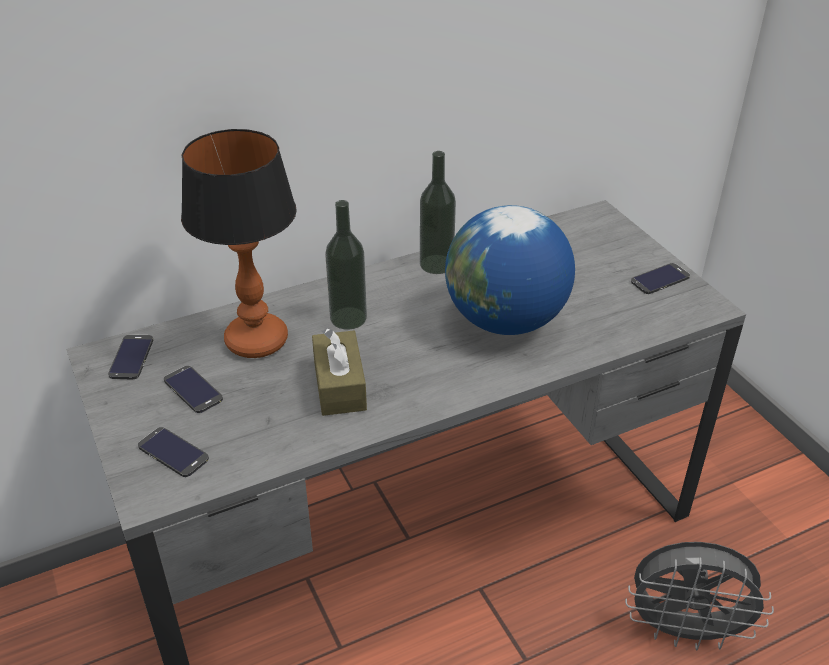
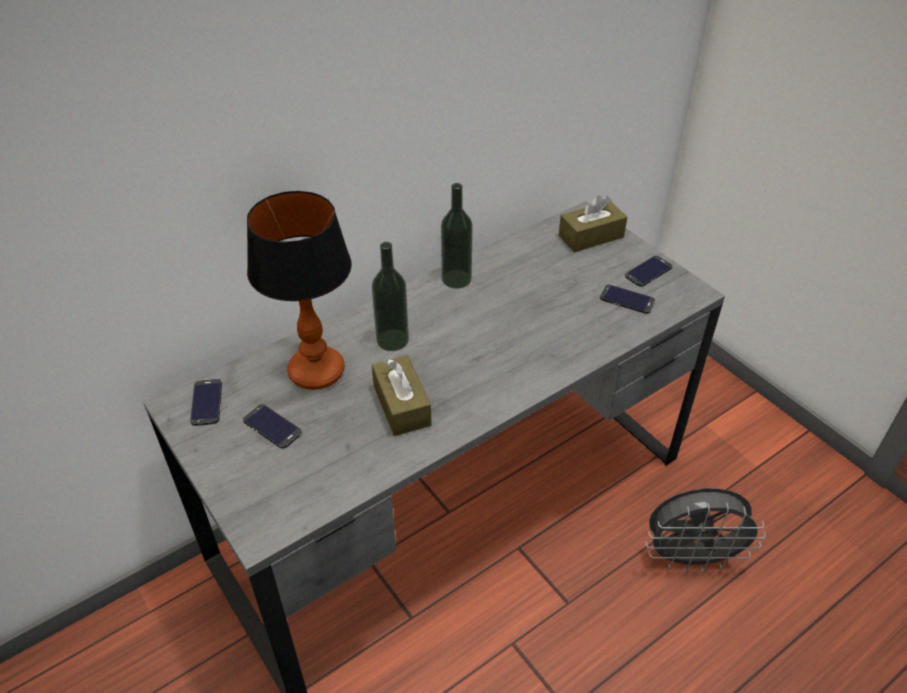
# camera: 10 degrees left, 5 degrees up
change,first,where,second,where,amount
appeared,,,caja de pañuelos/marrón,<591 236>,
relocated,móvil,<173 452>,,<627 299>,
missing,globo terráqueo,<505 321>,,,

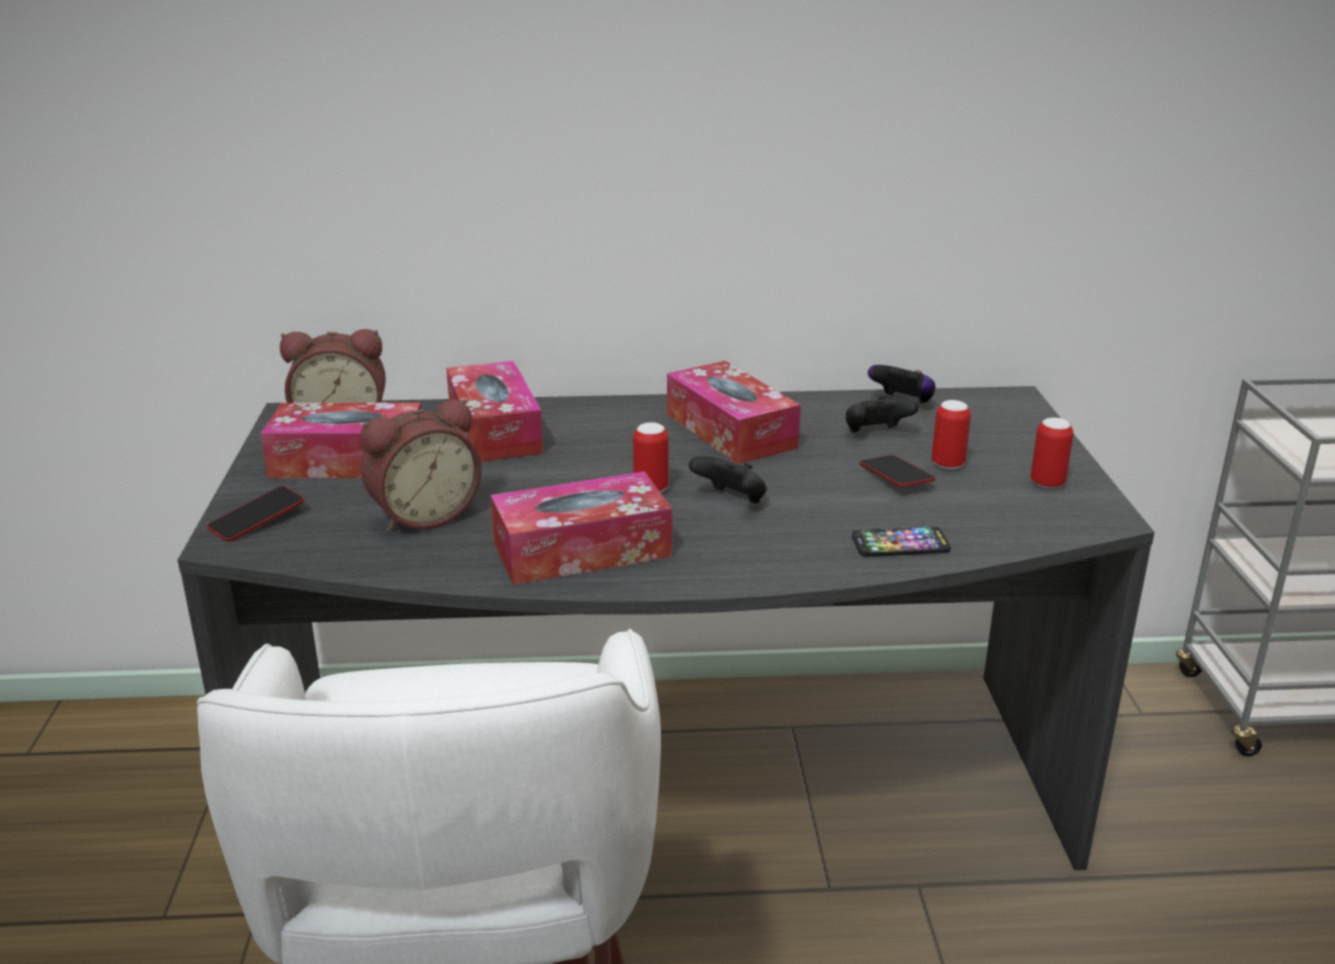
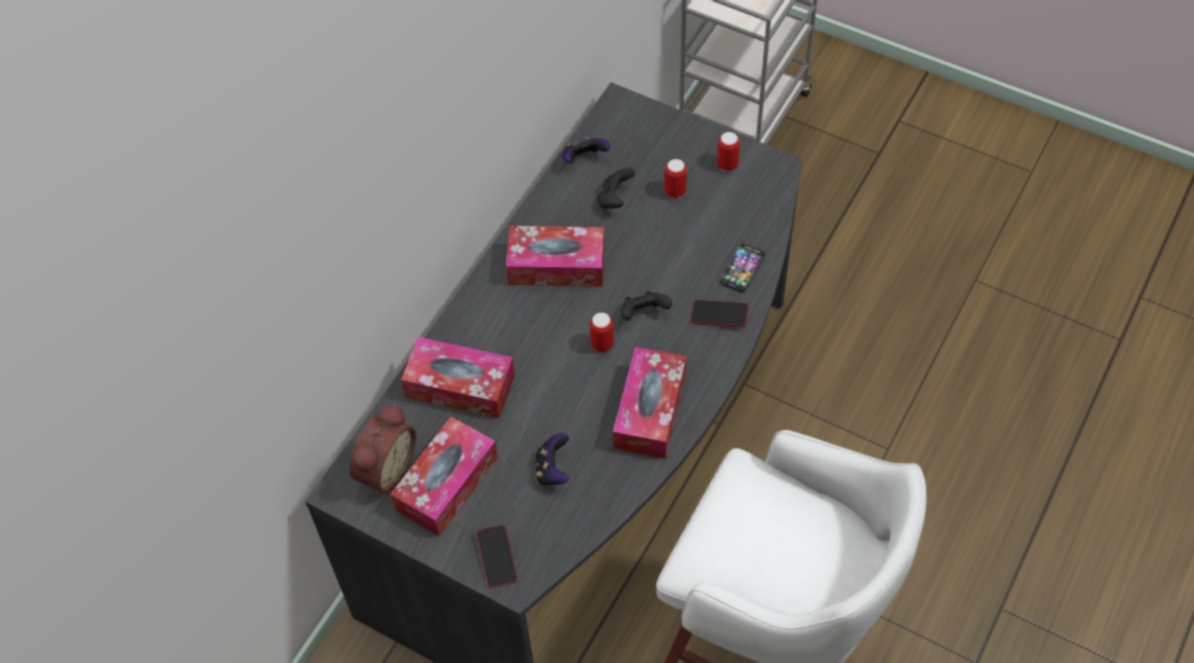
# camera: 55 degrees left, 30 degrees up
change,first,where,second,where,amount
exchanged,despertador,<423 515>,mando de consola,<553 470>,
relocated,móvil,<895 477>,,<719 315>,

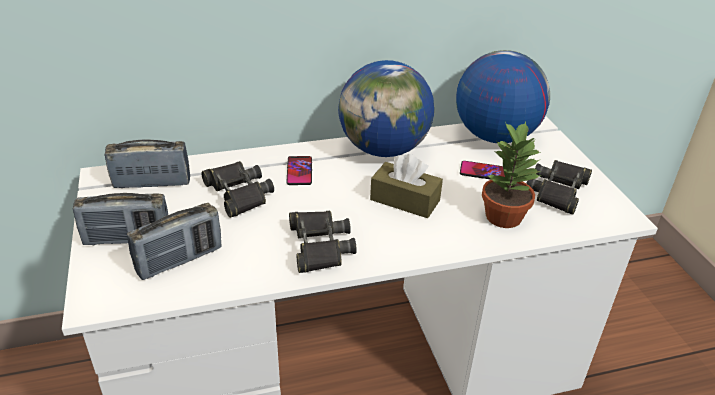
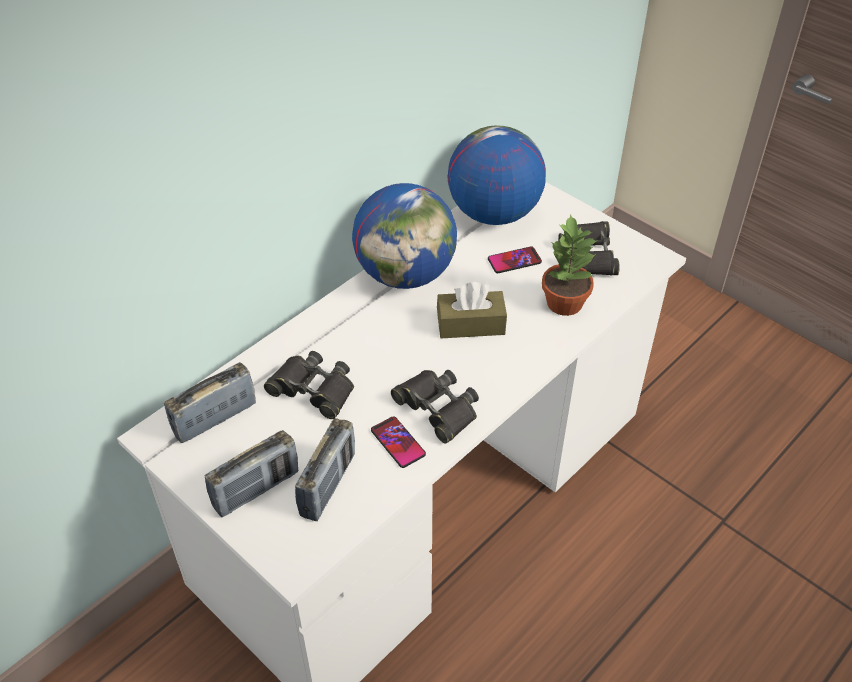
# camera: 30 degrees left, 10 degrees up
change,first,where,second,where,amount
relocated,móvil,<299 171>,,<398 442>,

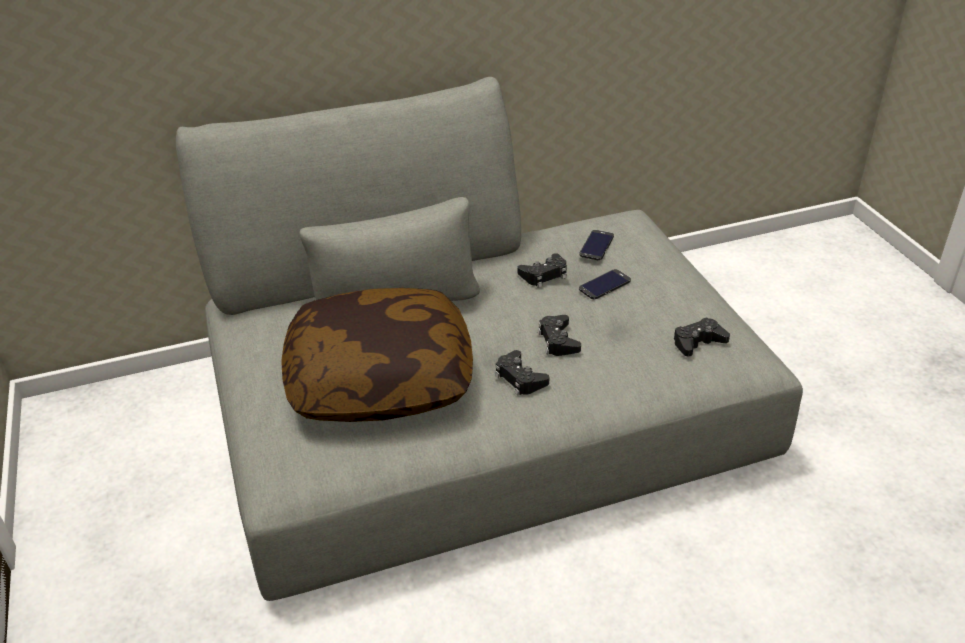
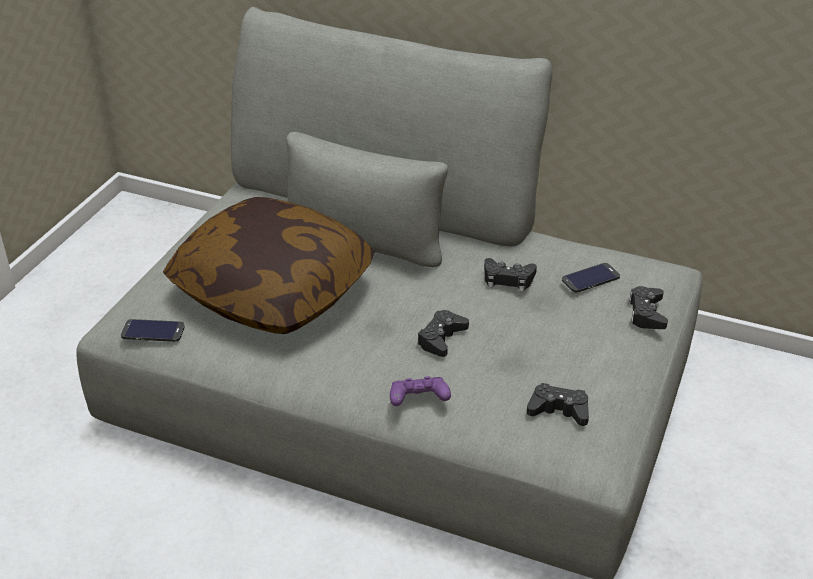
# camera: 40 degrees right, 0 degrees up
change,first,where,second,where,amount
relocated,móvil,<605 285>,,<153 331>,
appeared,,,mando de consola/morado,<418 401>,
relocated,mando de consola/negro,<520 378>,,<646 313>,

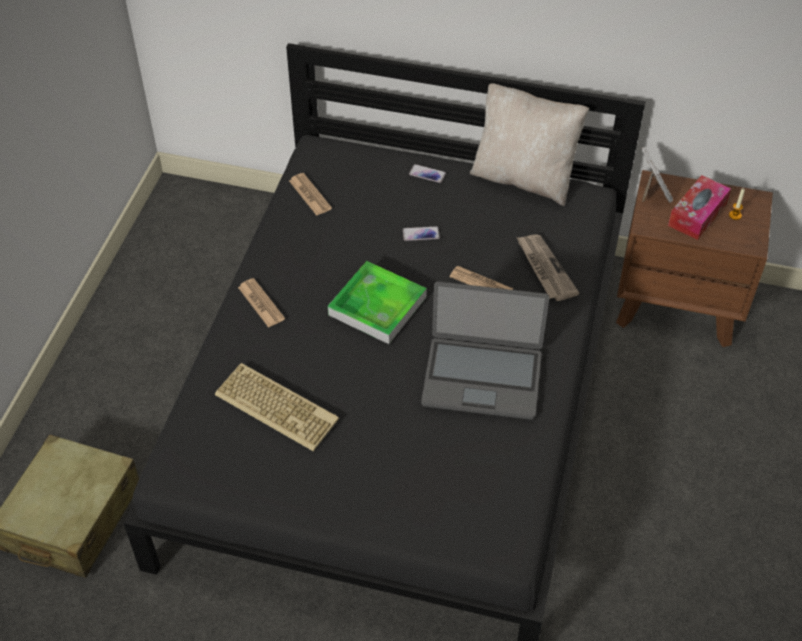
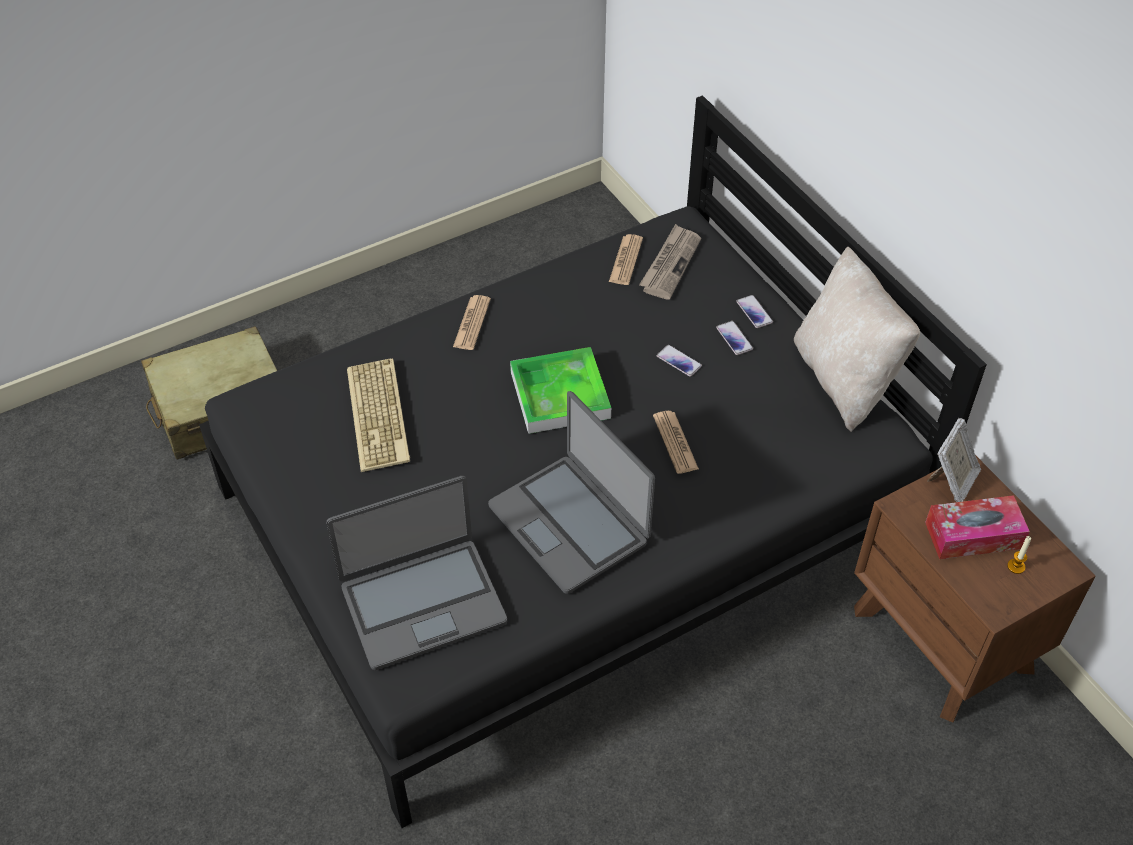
# camera: 45 degrees right, 0 degrees up
change,first,where,second,where,amount
appeared,,,portátil,<422 603>,
relocated,periódico,<544 269>,,<670 264>,
appeared,,,móvil,<734 338>,

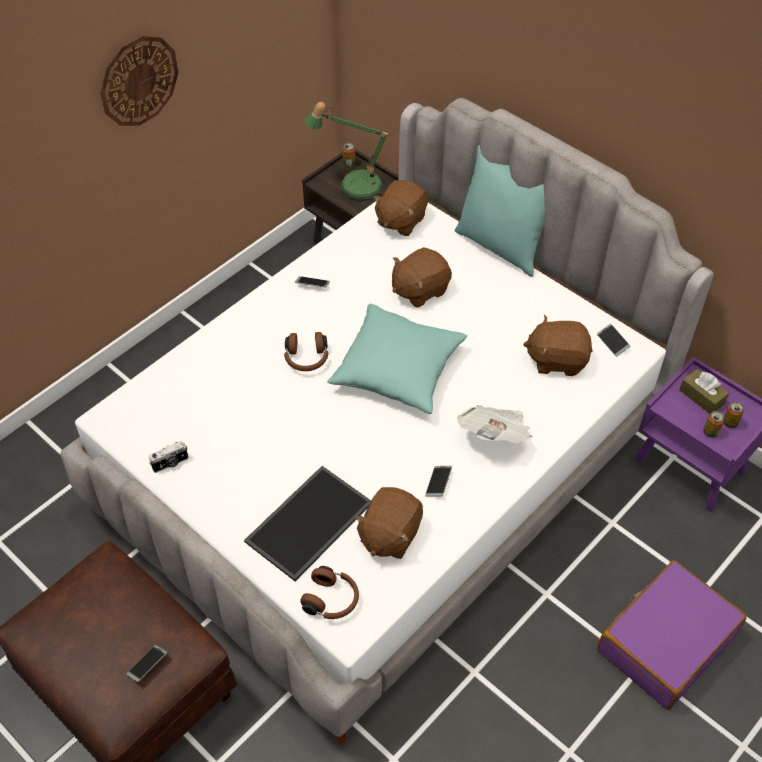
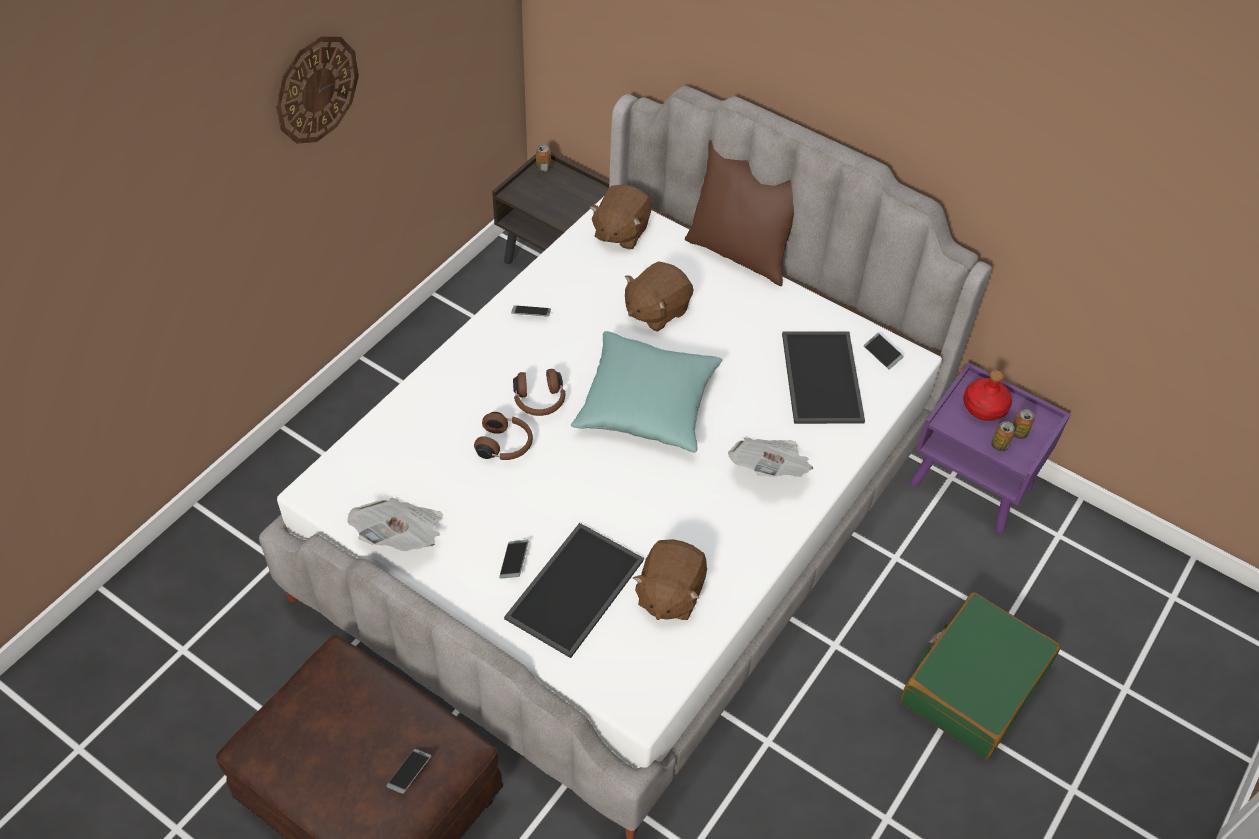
# camera: 10 degrees left, 0 degrees up
change,first,where,second,where,amount
exchanged,cámara,<171 463>,periódico,<401 537>,
relocated,auriculares/marrón,<332 600>,,<505 445>,
relocated,móvil,<438 483>,,<514 561>,
colour,cojín/turquesa,<501 246>,cojín/marrón,<740 253>,
exchanged,peluche/marrón,<557 359>,bandeja,<824 378>,
colour,maleta/morado,<665 641>,maleta/verde,<973 684>,
exchanged,caja de pañuelos/marrón,<701 397>,botella/rojo,<983 407>,
missing,lámpara de mesa,<353 185>,,,

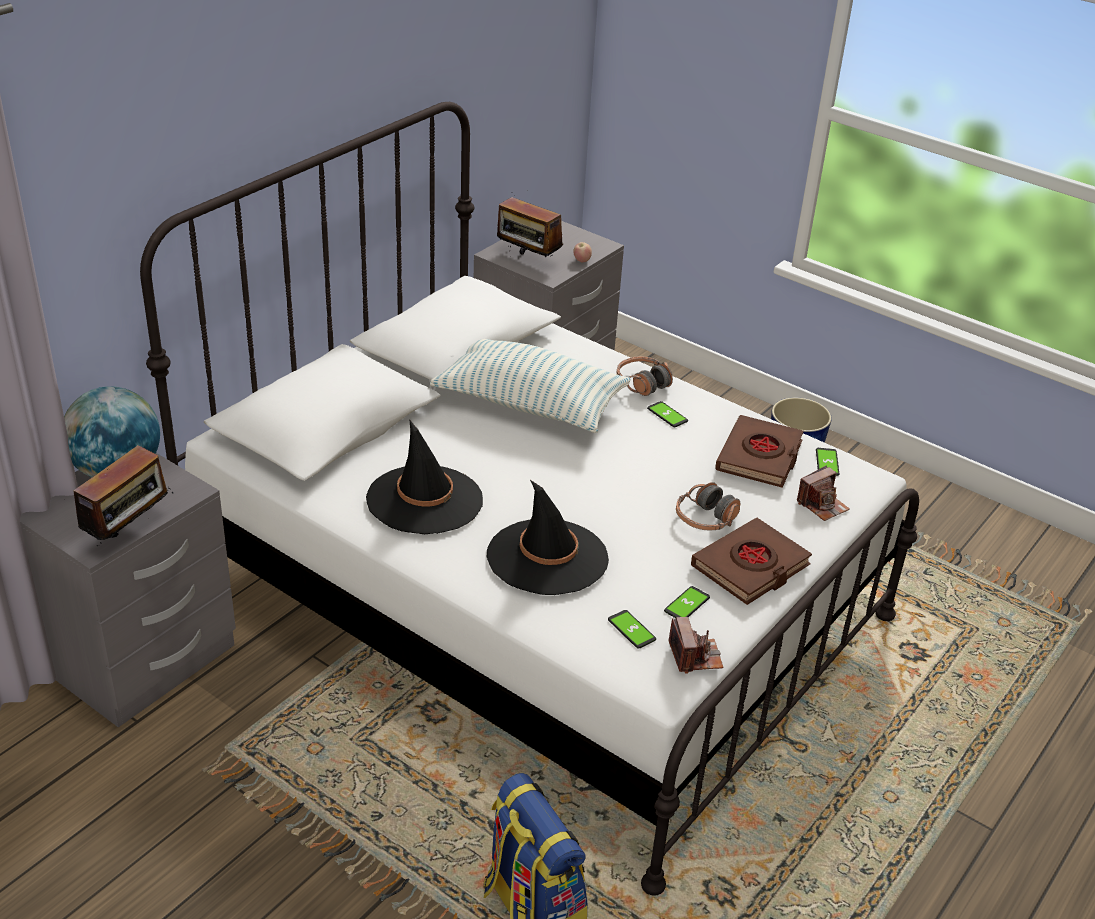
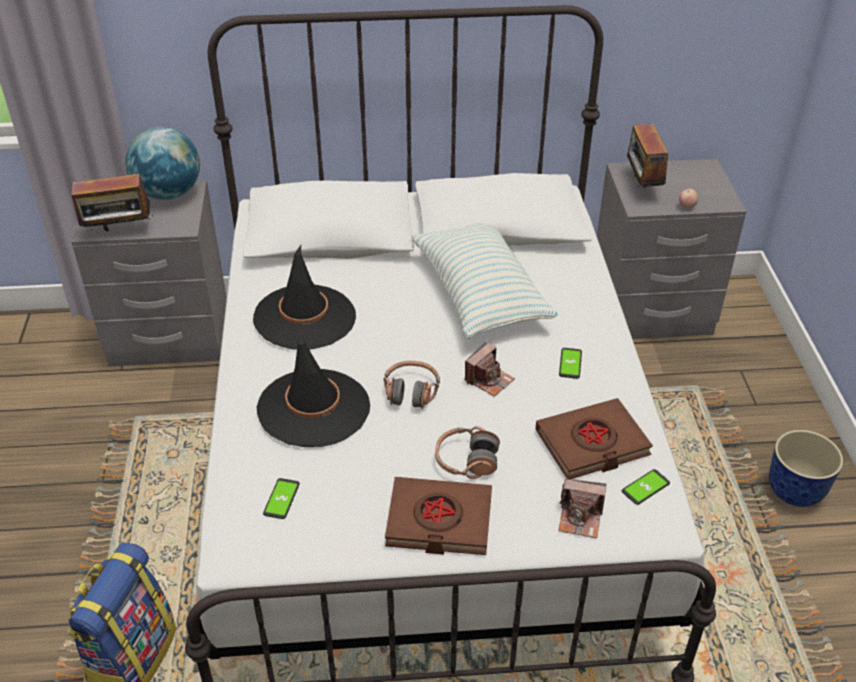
# camera: 50 degrees right, 5 degrees up
change,first,where,second,where,amount
relocated,auriculares,<642 383>,,<411 392>,
relocated,cámara,<695 656>,,<489 380>,
missing,móvil,<687 604>,,,

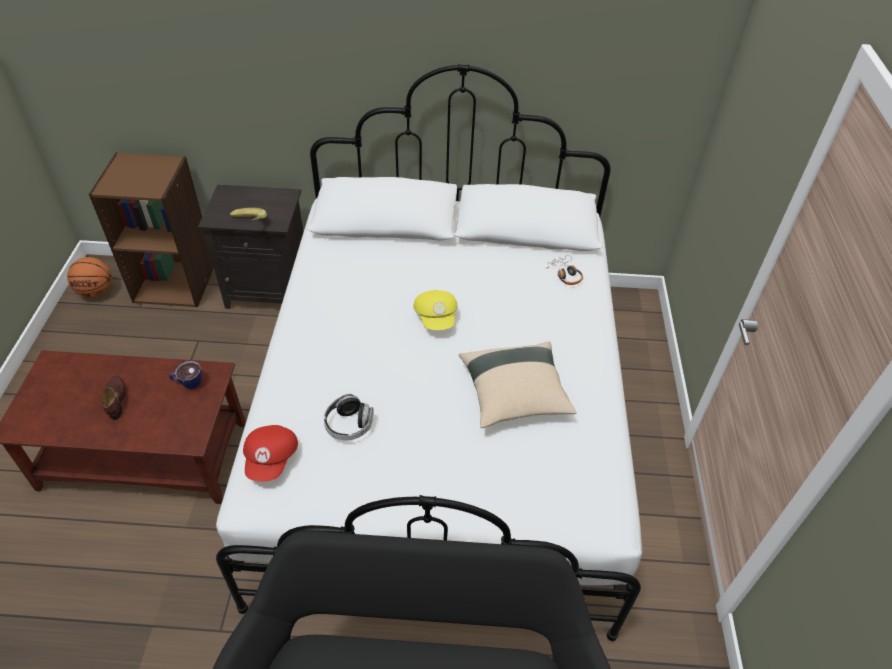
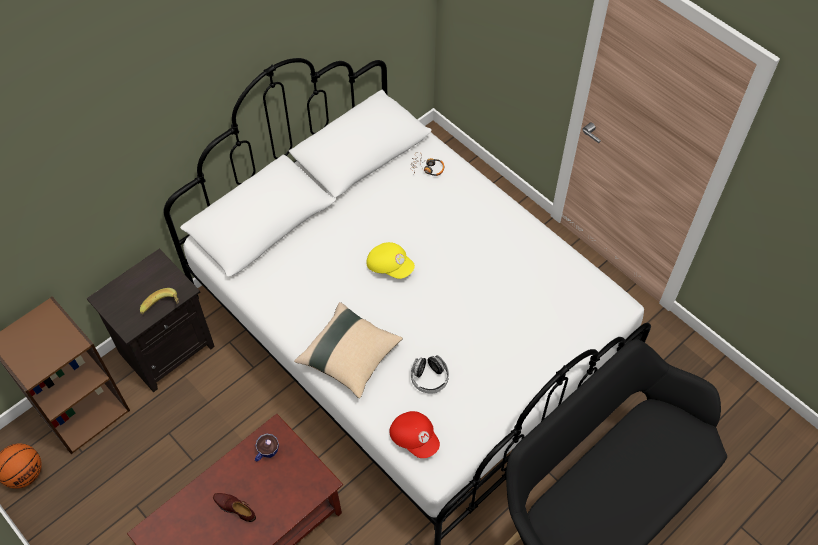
# camera: 45 degrees left, 10 degrees up
change,first,where,second,where,amount
relocated,cojín/beis,<514 395>,,<349 357>,

